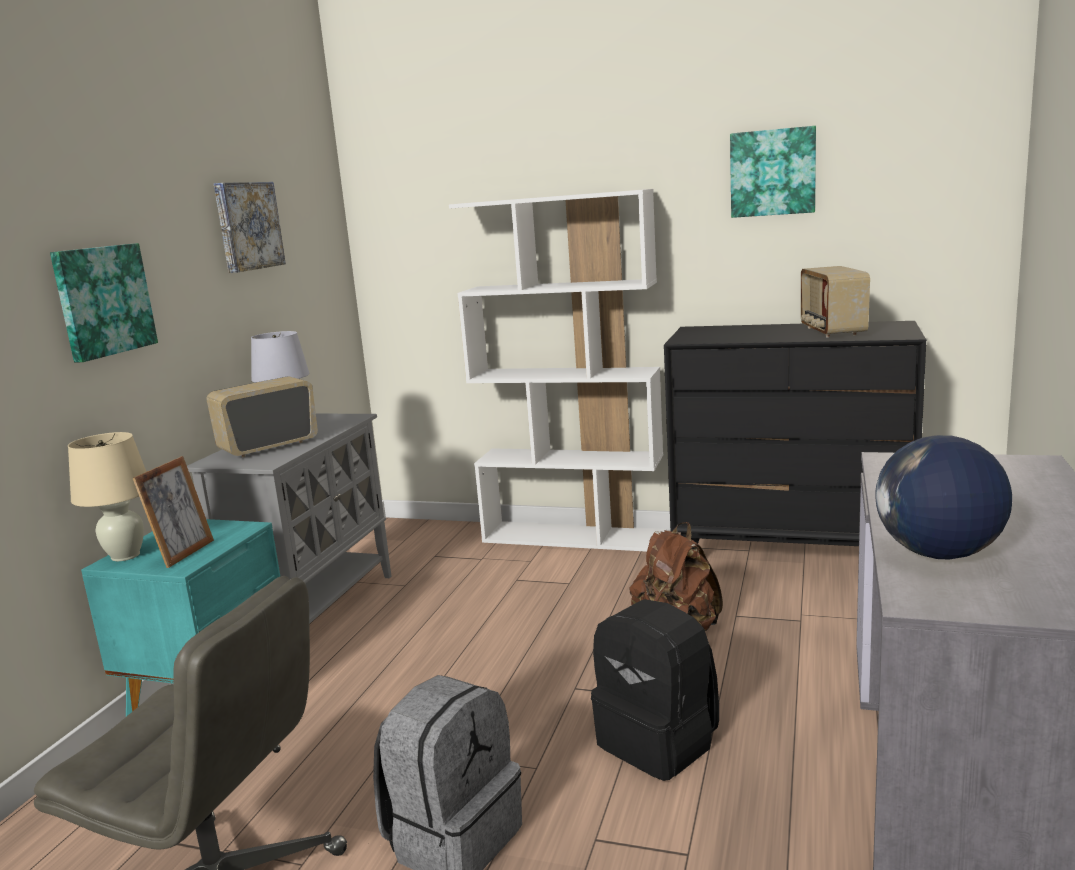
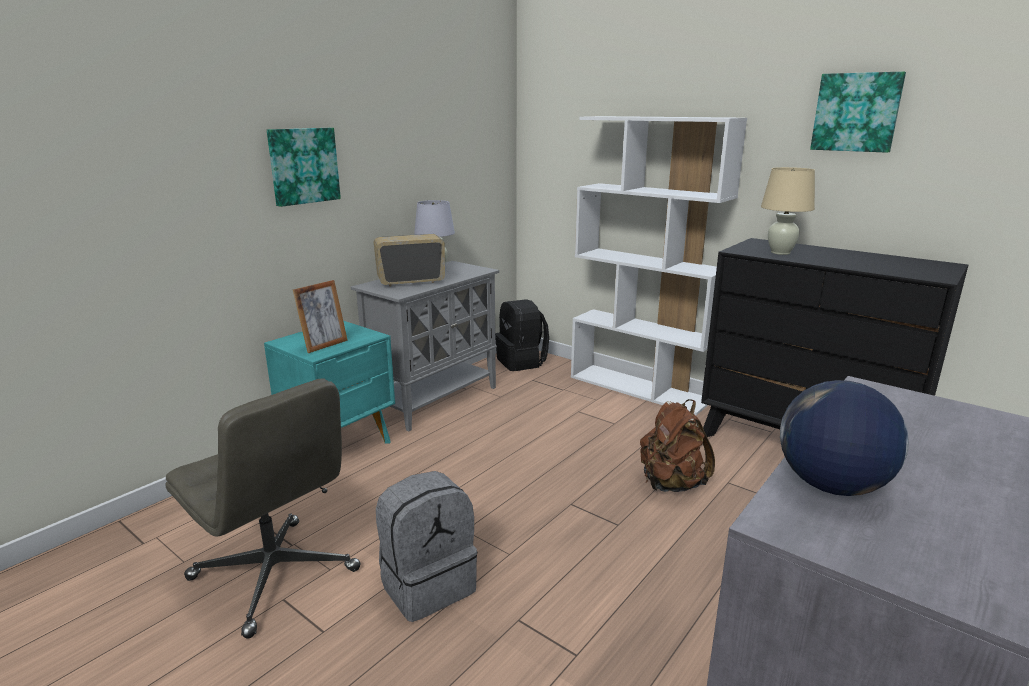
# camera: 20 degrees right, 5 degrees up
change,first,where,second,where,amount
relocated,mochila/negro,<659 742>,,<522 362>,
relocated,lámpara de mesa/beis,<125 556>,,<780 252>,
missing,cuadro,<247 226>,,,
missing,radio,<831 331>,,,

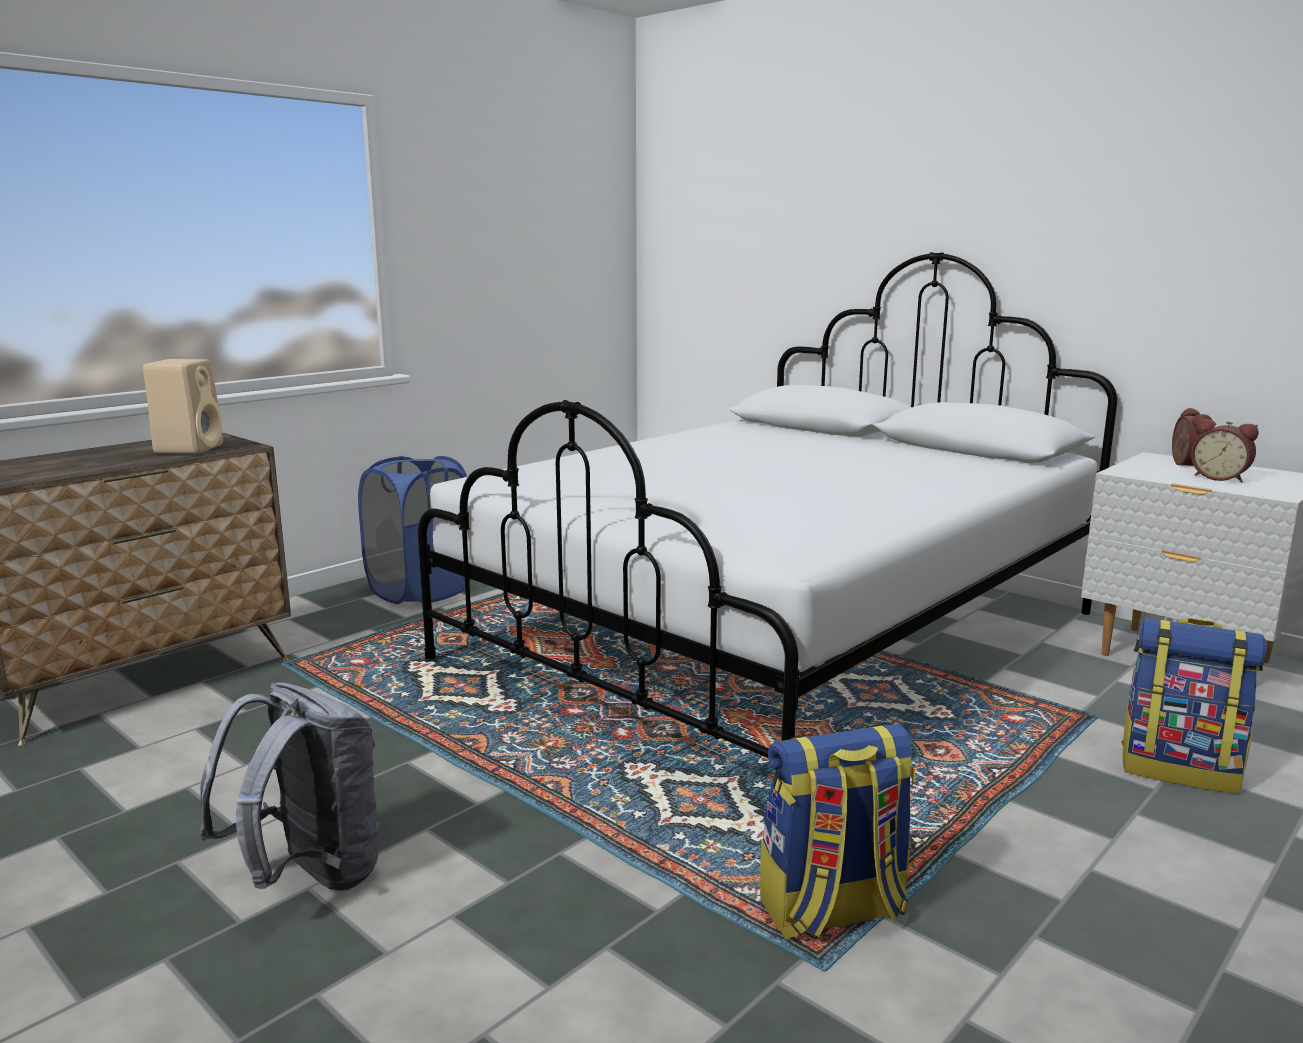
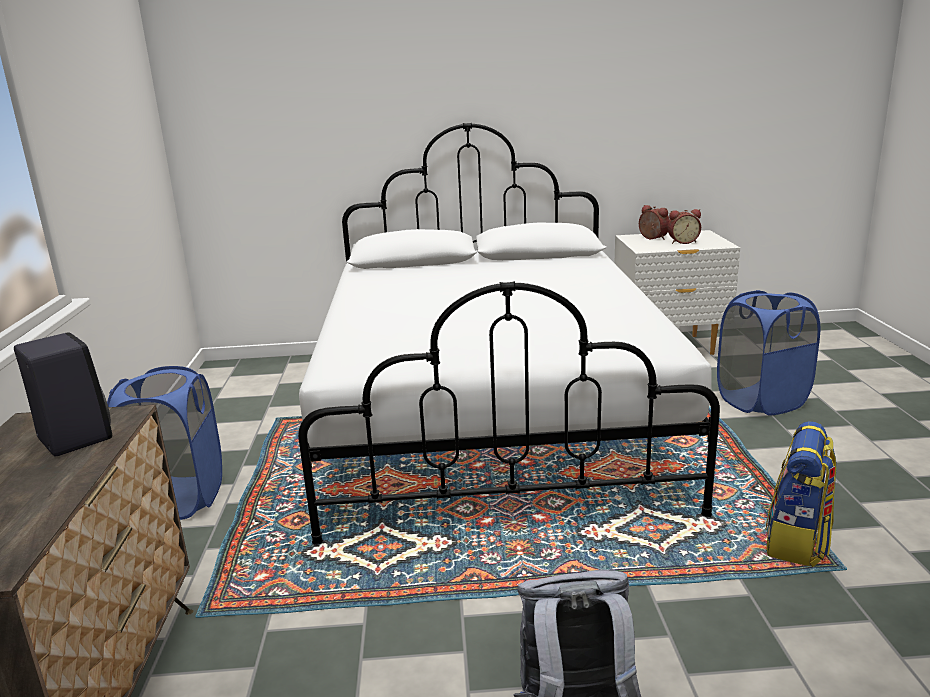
# camera: 45 degrees left, 5 degrees up
change,first,where,second,where,amount
colour,altavoz/beis,<189 448>,altavoz/negro,<73 438>,
exchanged,mochila,<1180 769>,cesto de la ropa/azul,<761 401>,

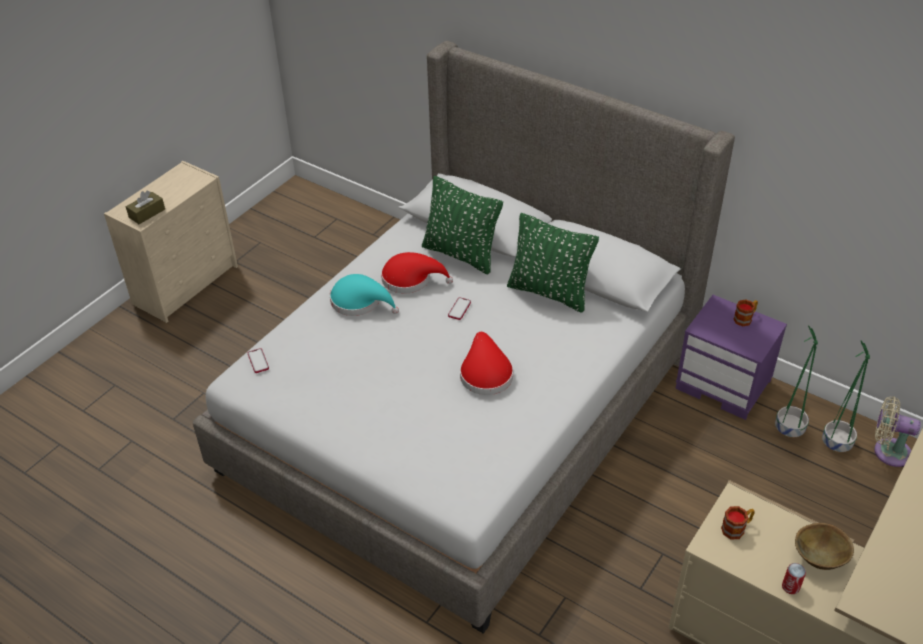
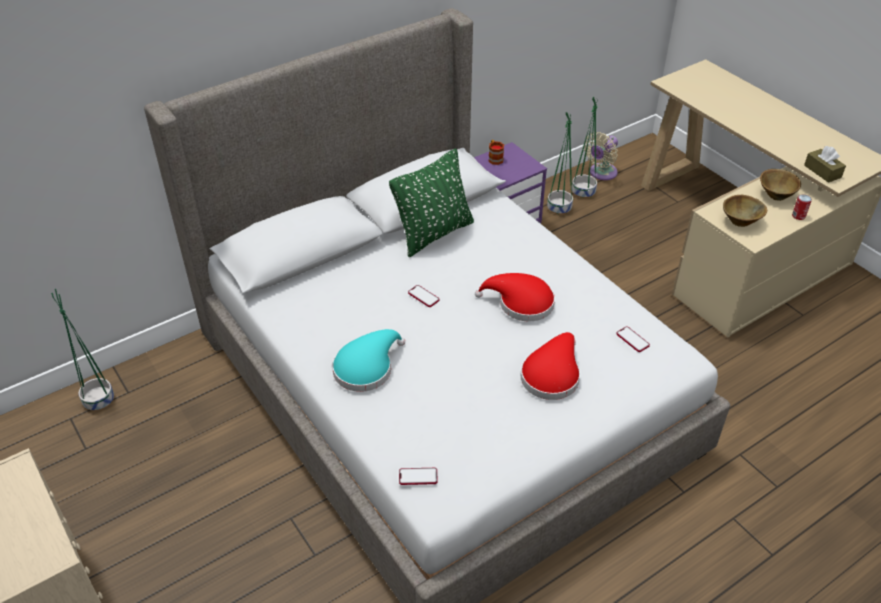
# camera: 70 degrees left, 0 degrees up
change,first,where,second,where,amount
appeared,,,maceta/verde,<98 400>,
relocated,sombrero/rojo,<410 279>,,<551 375>,
appeared,,,móvil,<632 340>,
exchanged,taza grande,<736 528>,cuenco/marrón,<740 222>,
relocated,caja de pañuelos/marrón,<147 213>,,<822 171>,
missing,cojín/verde,<461 254>,,,

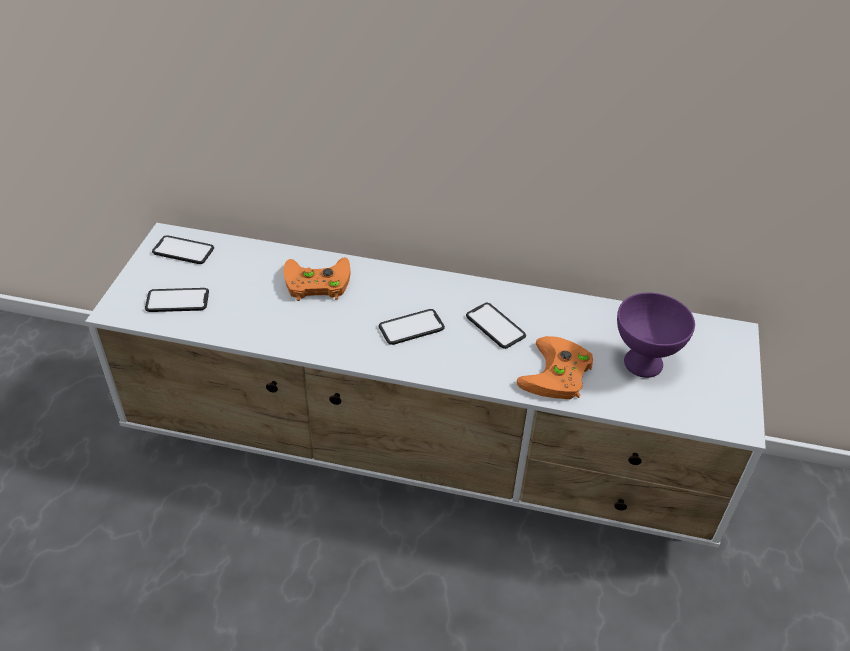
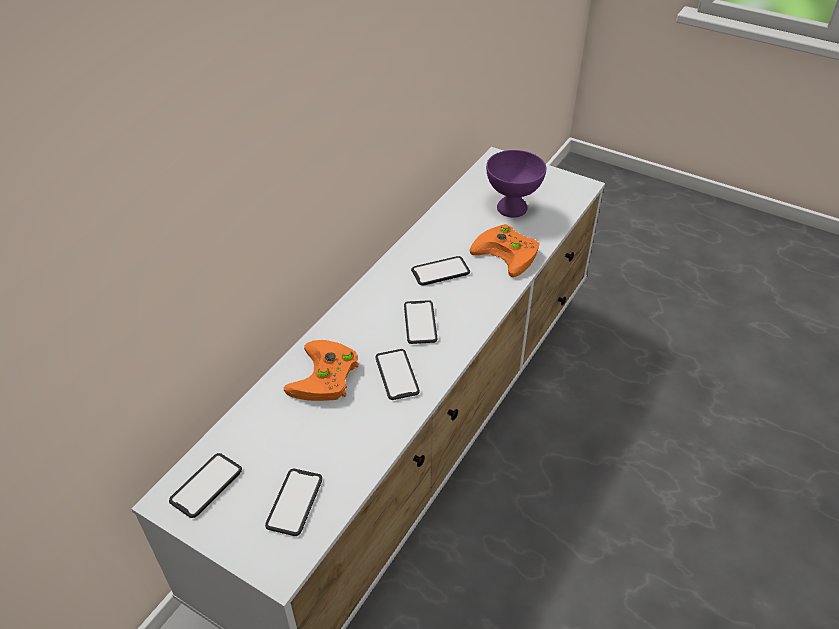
# camera: 70 degrees left, 0 degrees up
change,first,where,second,where,amount
appeared,,,móvil,<397 375>,

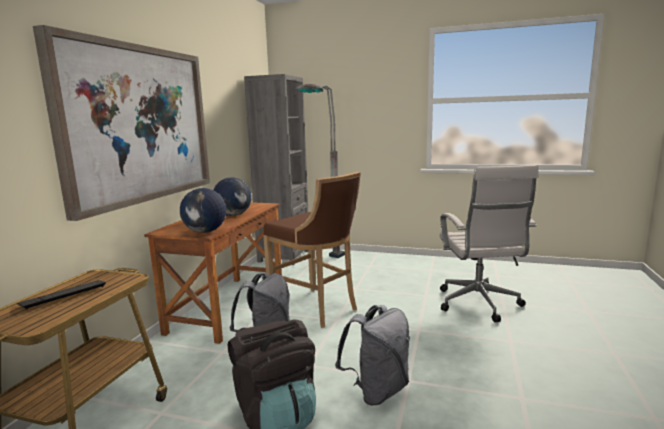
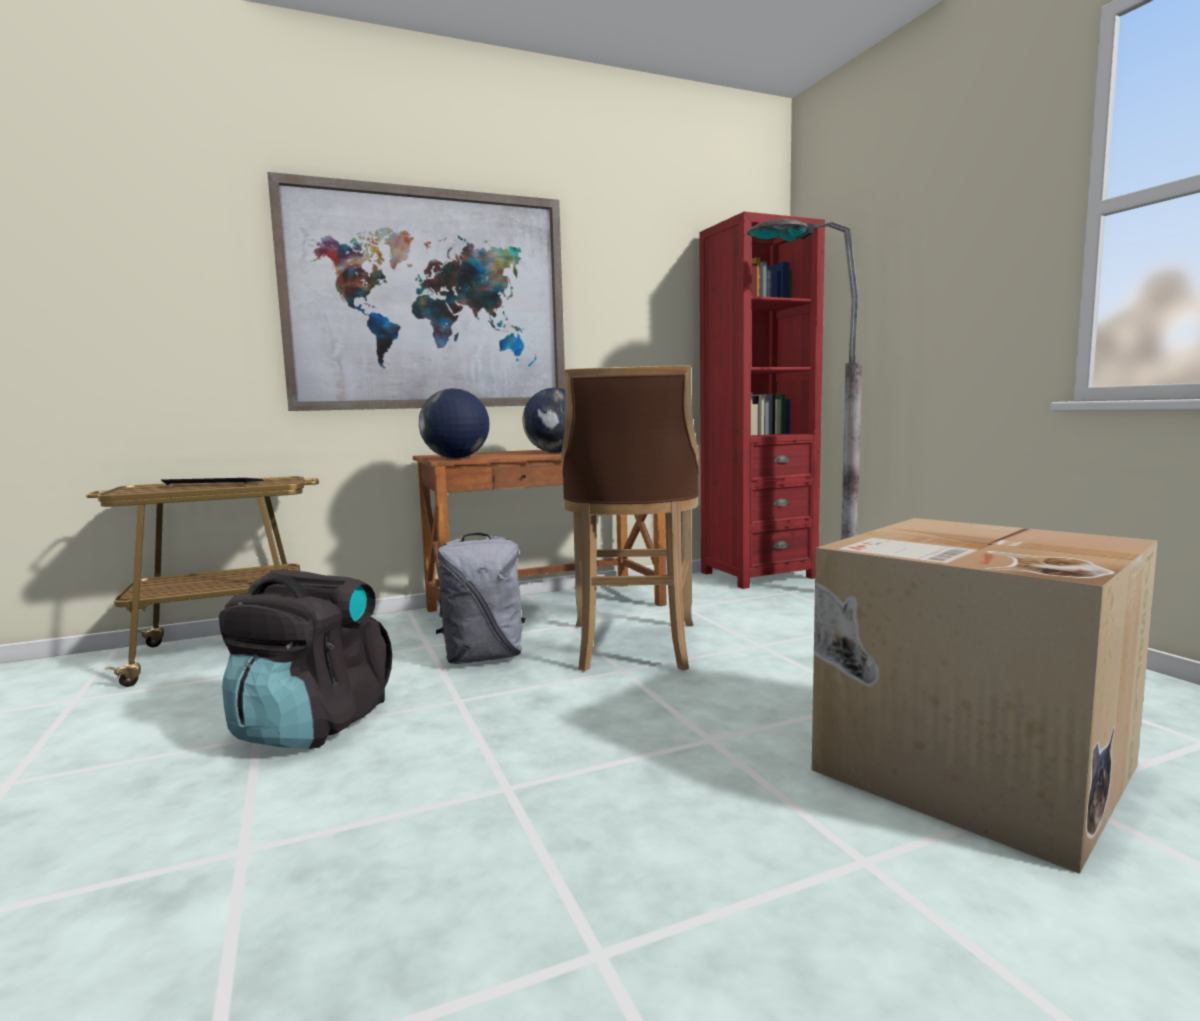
# camera: 50 degrees right, 5 degrees down
change,first,where,second,where,amount
colour,estantería/gris,<284 256>,estantería/rojo,<758 575>,
exchanged,silla de oficina/blanco,<479 305>,caja de cartón,<968 768>,
missing,mochila/gris,<377 390>,,,

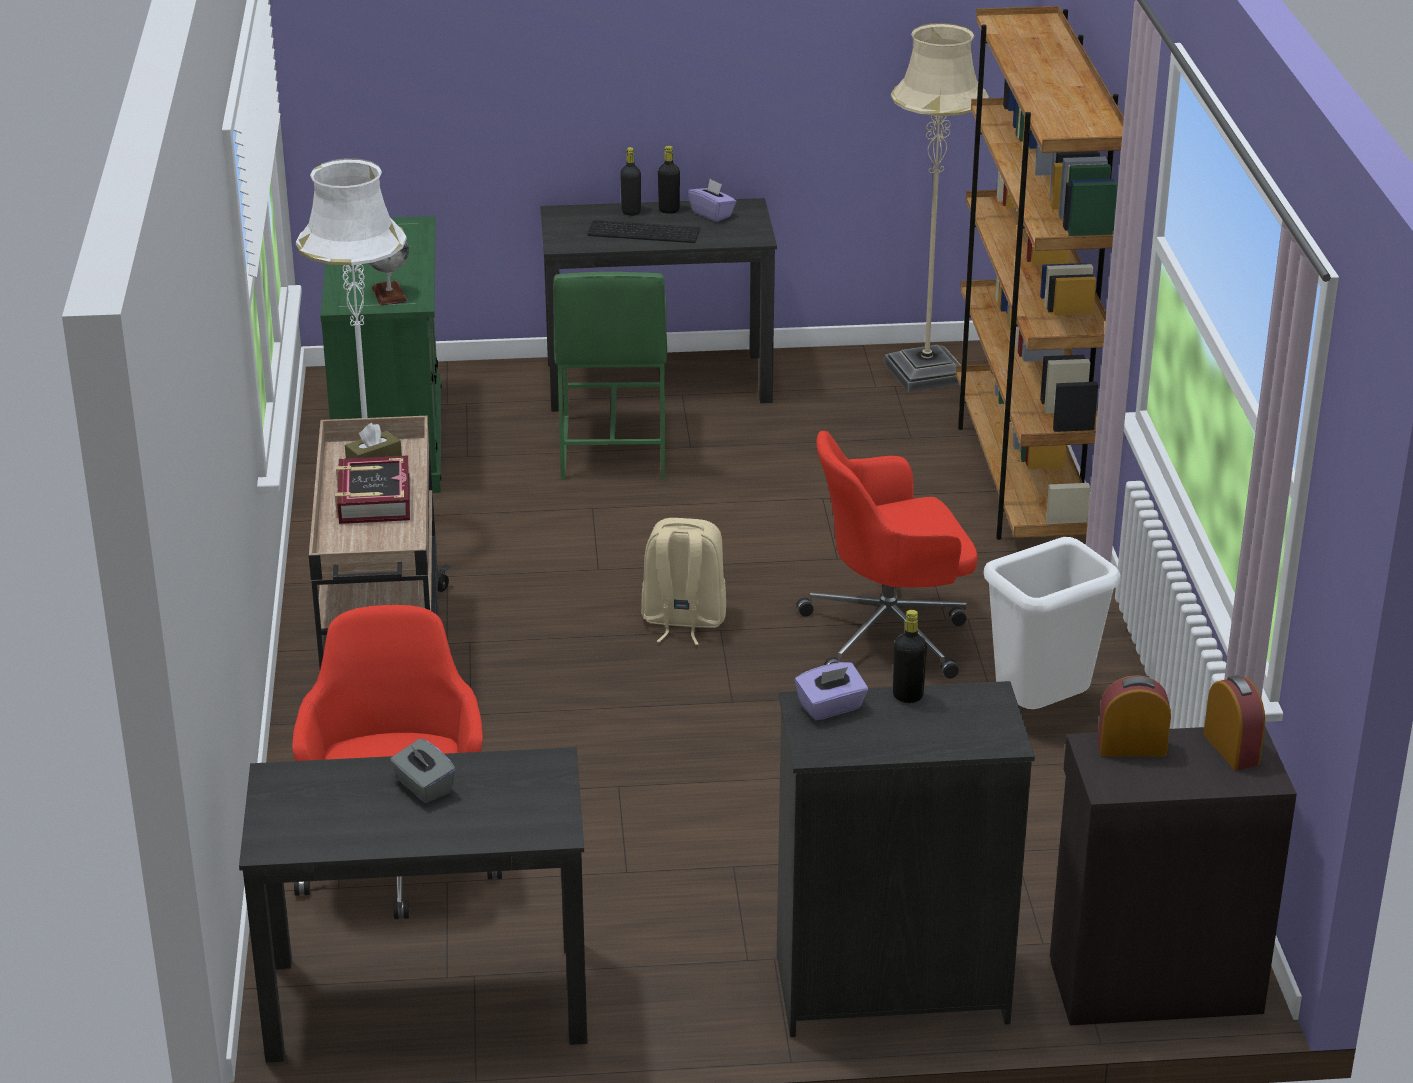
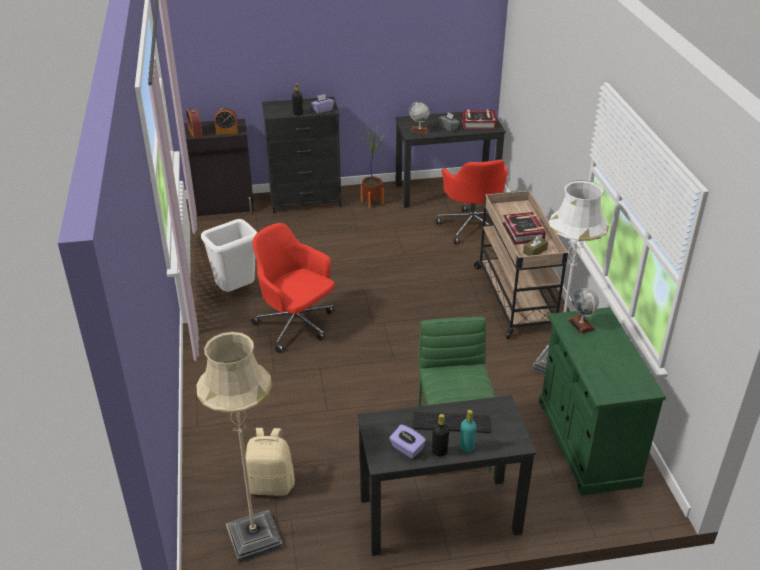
# camera: 175 degrees right, 5 degrees up
change,first,where,second,where,amount
relocated,mochila/beis,<682 621>,,<271 484>,
spun,silla de oficina/rojo,<890 634>,,<296 325>,120 degrees counterclockwise
appeared,,,planta en maceta,<372 202>,
appeared,,,globo terráqueo,<419 131>,
colour,botella/negro,<631 212>,botella/turquesa,<466 447>,
appeared,,,libro,<478 123>,
missing,estantería/marrón,<1022 480>,,,

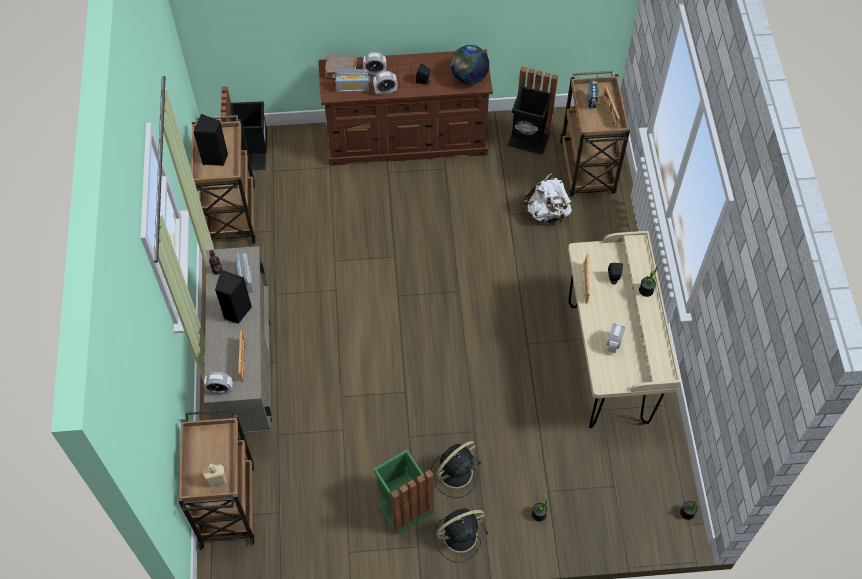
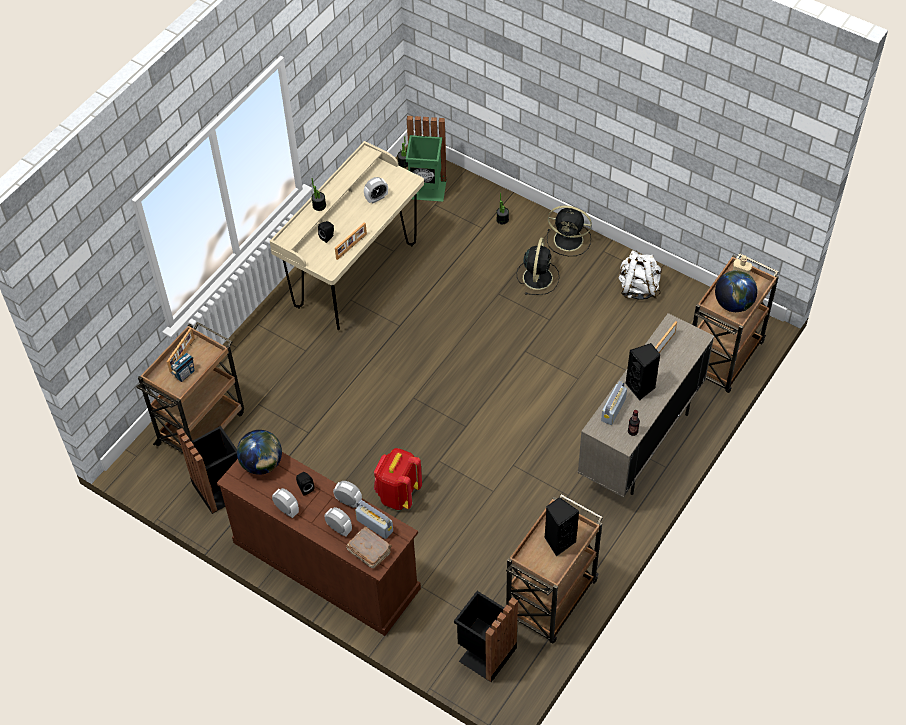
# camera: 140 degrees left, 5 degrees down
change,first,where,second,where,amount
relocated,despertador,<220 389>,,<286 510>,
appeared,,,mochila/rojo,<398 494>,
relocated,papelera/verde,<403 506>,,<426 190>,
spun,ventilador/negro,<454 473>,,<538 277>,75 degrees counterclockwise
relocated,mochila/blanco,<546 213>,,<638 288>,
appeared,,,globo terráqueo,<733 304>,

